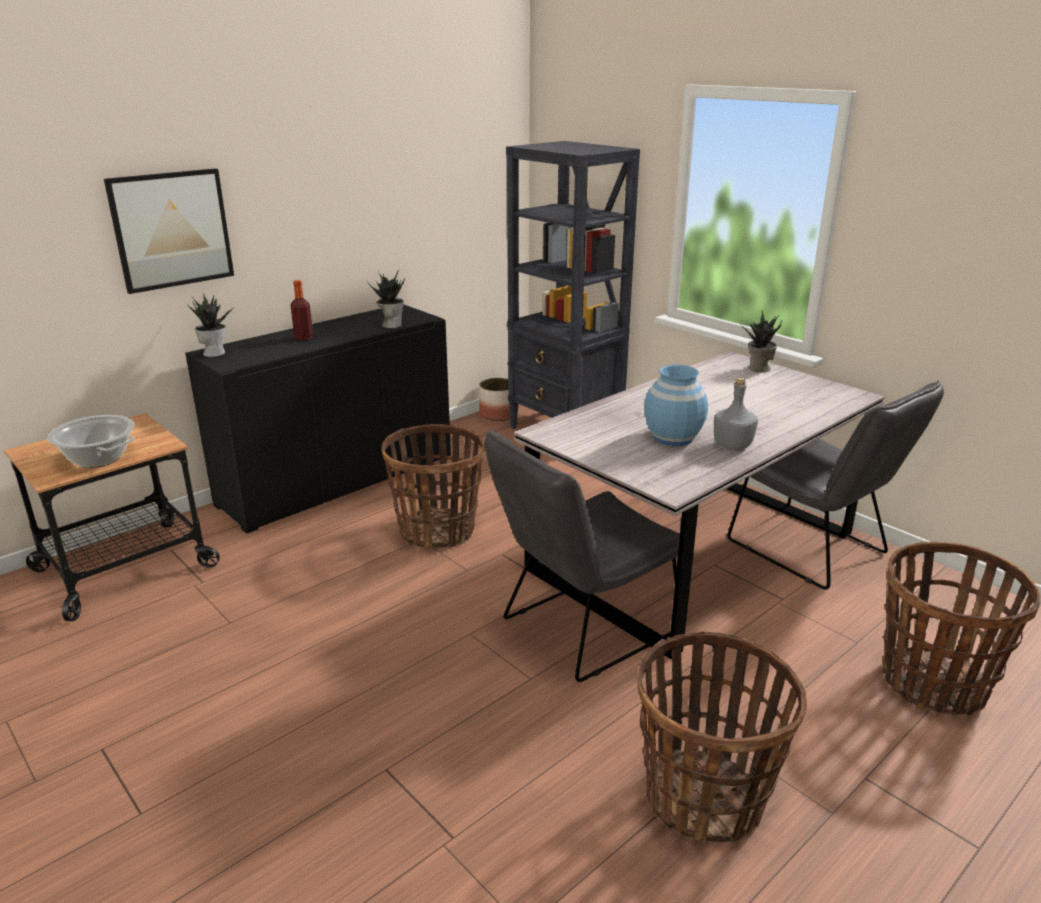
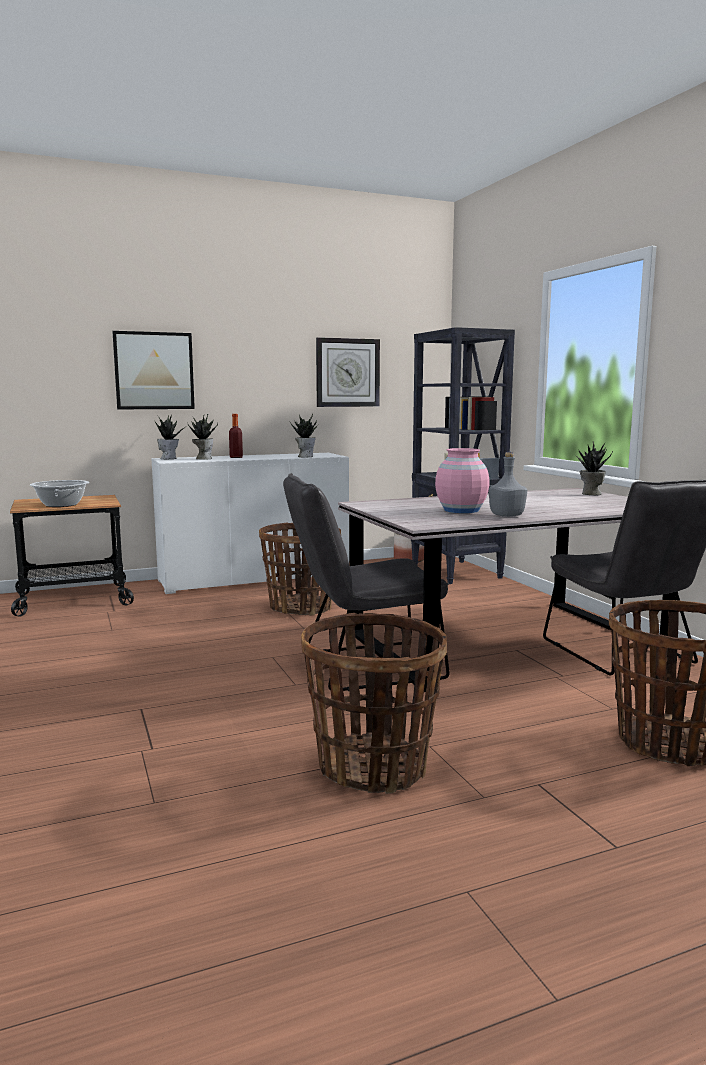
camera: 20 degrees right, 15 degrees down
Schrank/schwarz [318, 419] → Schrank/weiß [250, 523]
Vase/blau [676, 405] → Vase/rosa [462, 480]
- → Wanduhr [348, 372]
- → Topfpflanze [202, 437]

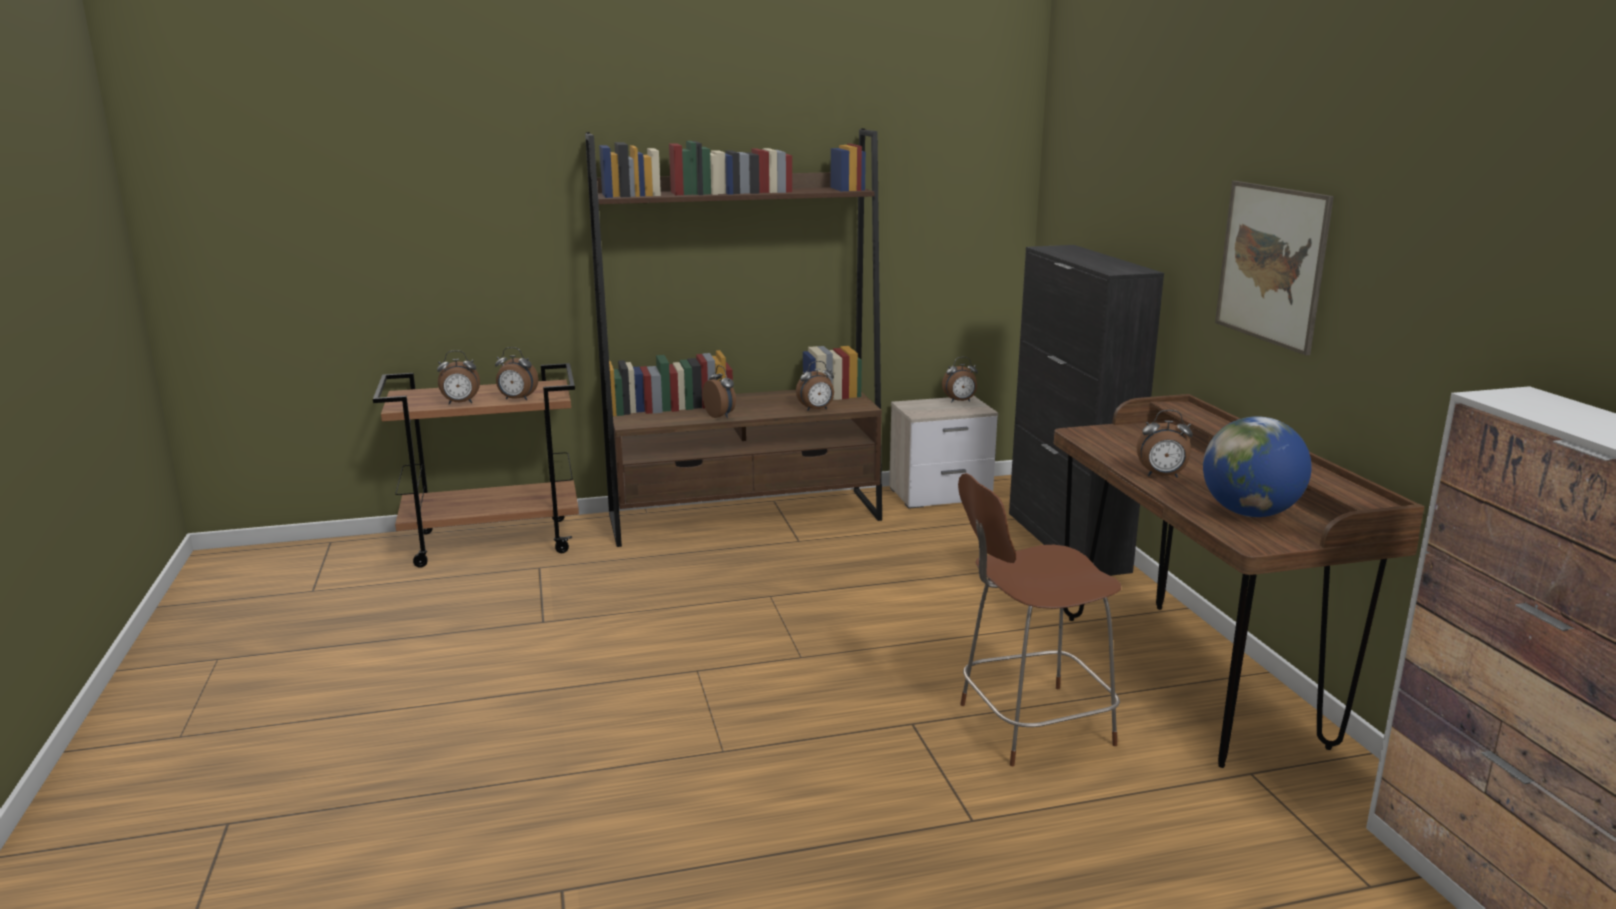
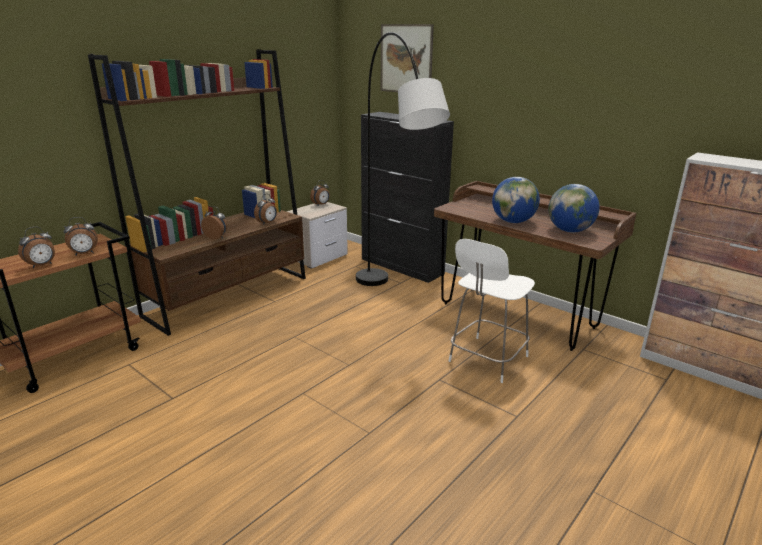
camera: 35 degrees left, 5 degrees up
Bild [1274, 268] → Bild [407, 58], move
Wecker [1165, 444] → Globus [516, 200]
Stuhl/braun [1039, 619] → Stuhl/weiß [491, 311]
- → Stehlampe/grau [403, 159]

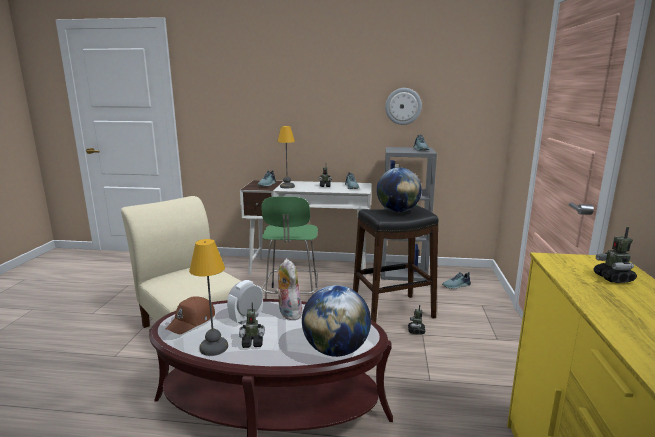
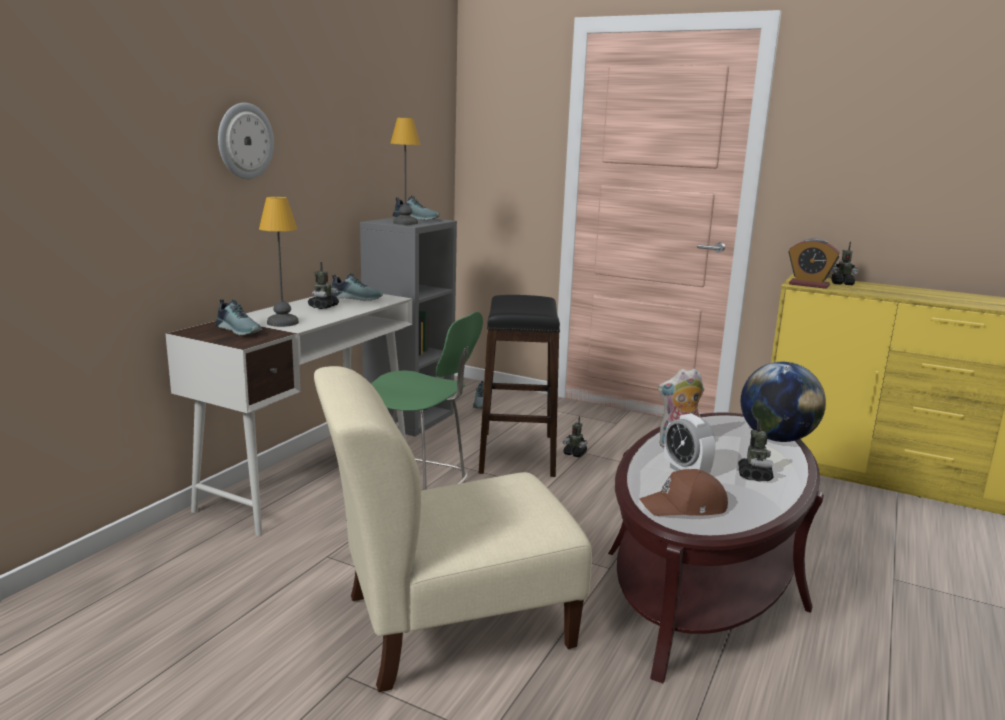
camera: 70 degrees left, 0 degrees up
Wanduhr [403, 106] → Wanduhr [246, 141], move
Globus [399, 190] → -
Tischlampe [208, 297] → Tischlampe [405, 171], move
Kappe/braun [190, 315] → Kappe/braun [683, 492], 120 degrees clockwise
- → Wecker [814, 263]

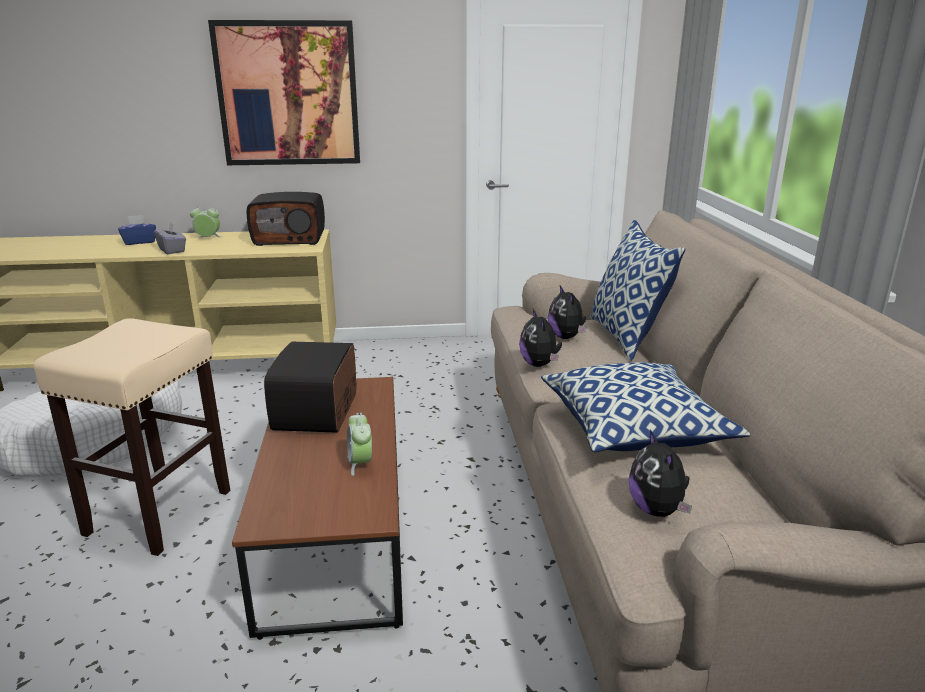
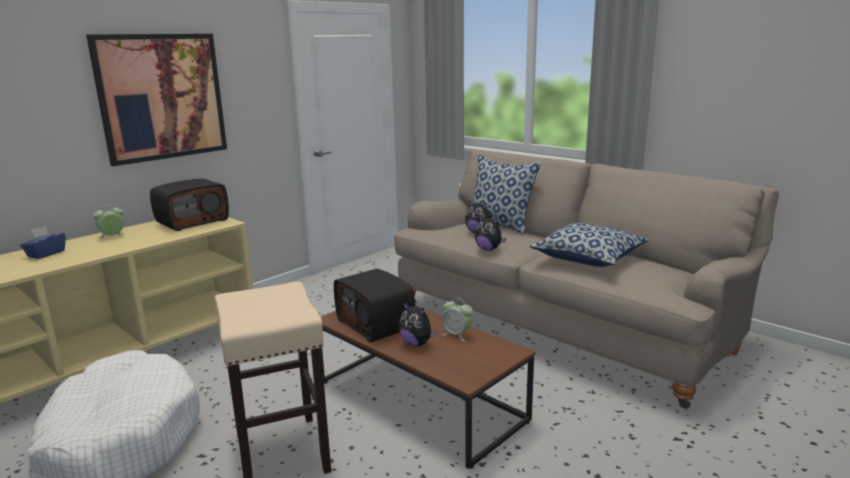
camera: 40 degrees left, 5 degrees down
Taschentuchbox/grau [170, 238] → -
Plüschtier [660, 473] → Plüschtier [418, 323], move

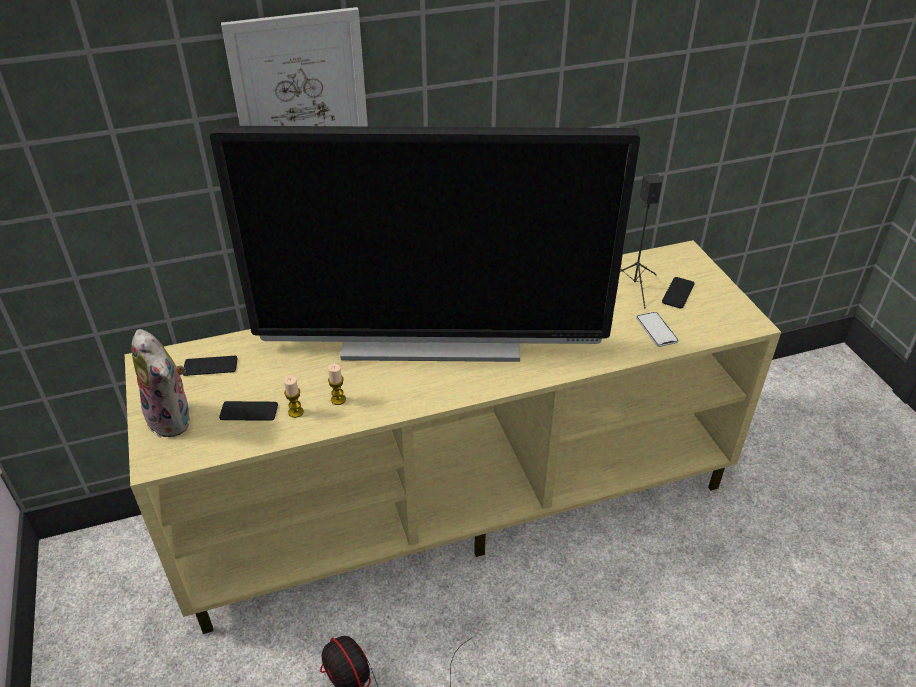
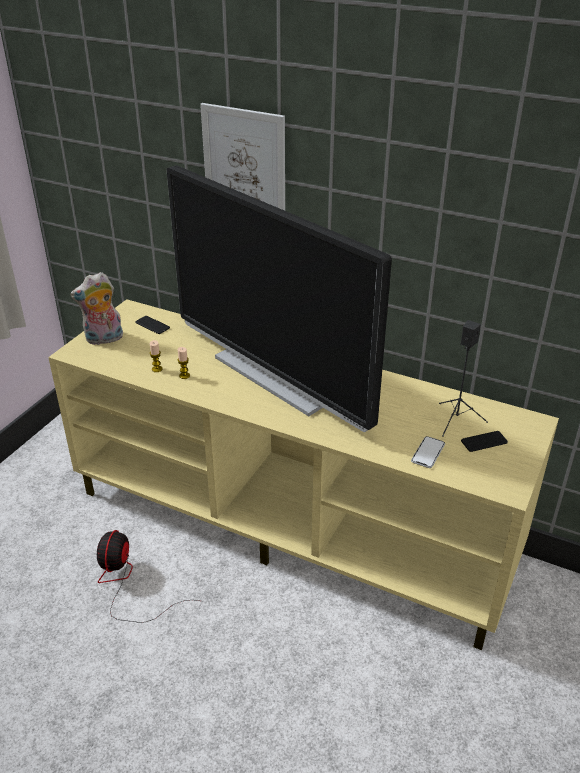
camera: 45 degrees right, 5 degrees down
Plüschtier [161, 383] → Plüschtier [96, 308], 60 degrees clockwise
Handy [248, 411] → -

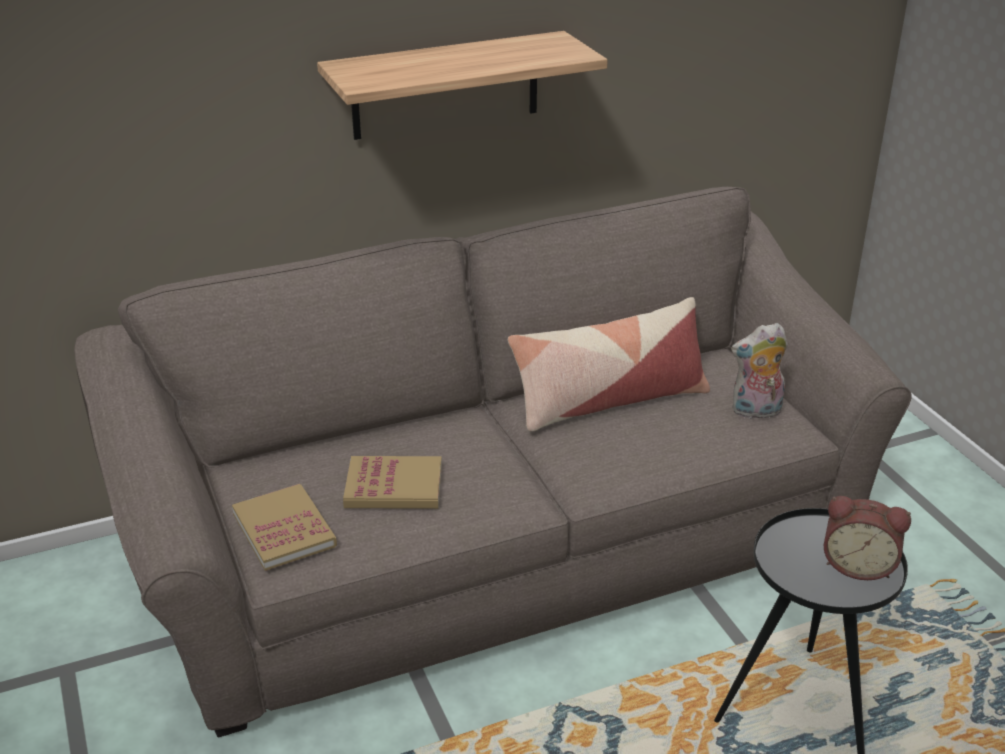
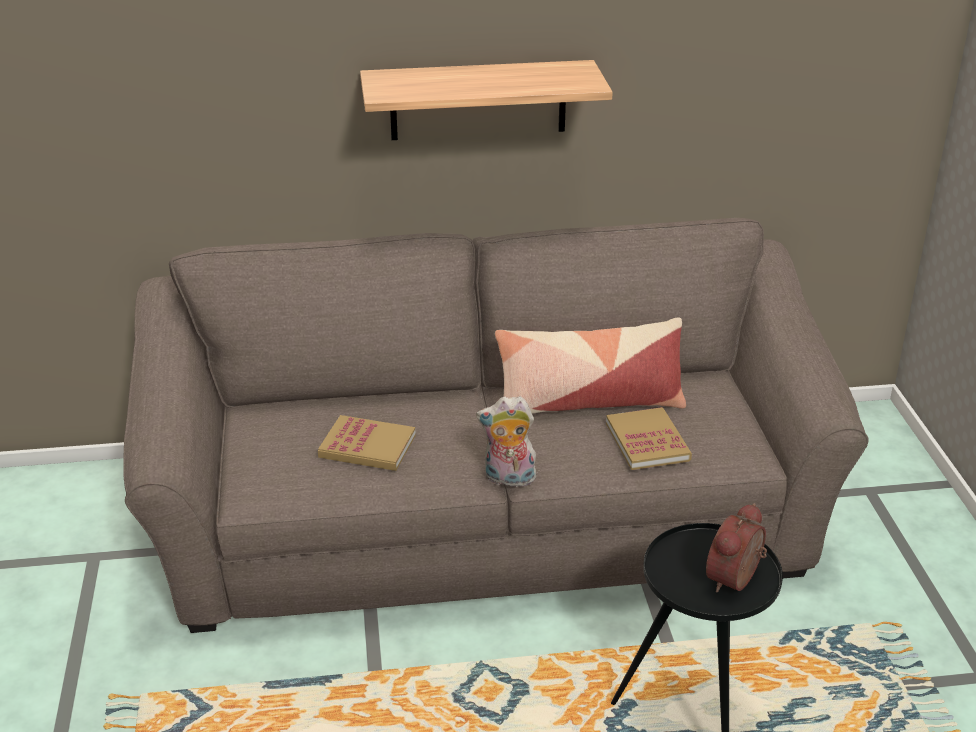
camera: 15 degrees right, 0 degrees up
Plüschtier [759, 372] → Plüschtier [506, 441], move
Buch [284, 527] → Buch [649, 438], move
Wecker [867, 538] → Wecker [736, 548], 90 degrees clockwise

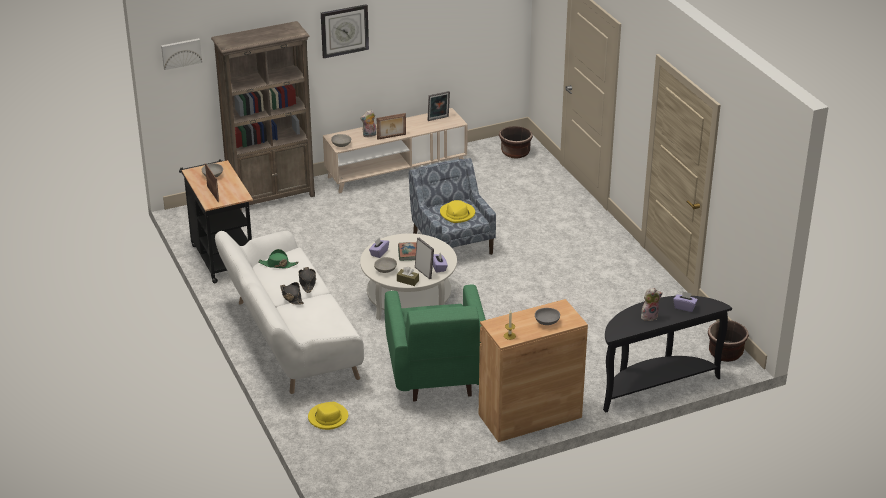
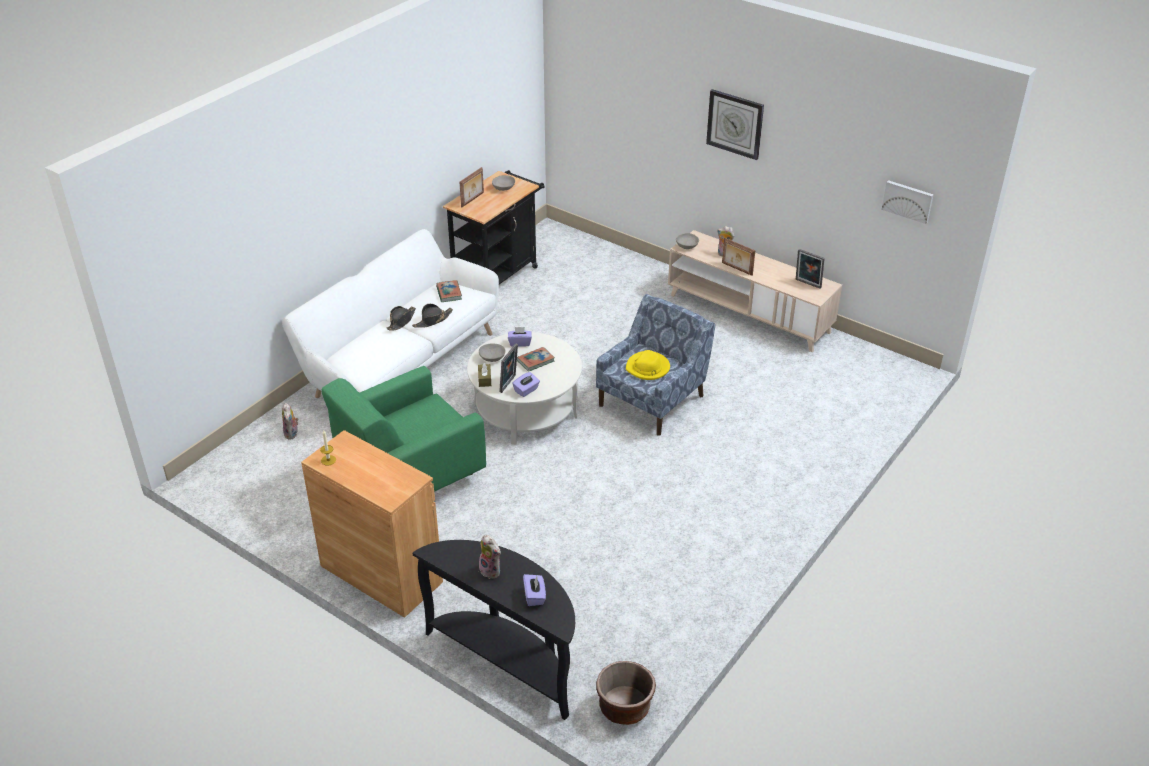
camera: 60 degrees right, 5 degrees up
Bücherregal/braun [263, 116] → -
Bild [181, 54] → Bild [908, 202], move
Pflanzkübel/braun [516, 142] → -
Hut/grün [278, 258] → Buch [449, 291]
Schüssel/grau [547, 316] → -
Hut/gelb [328, 416] → Plüschtier [290, 421]

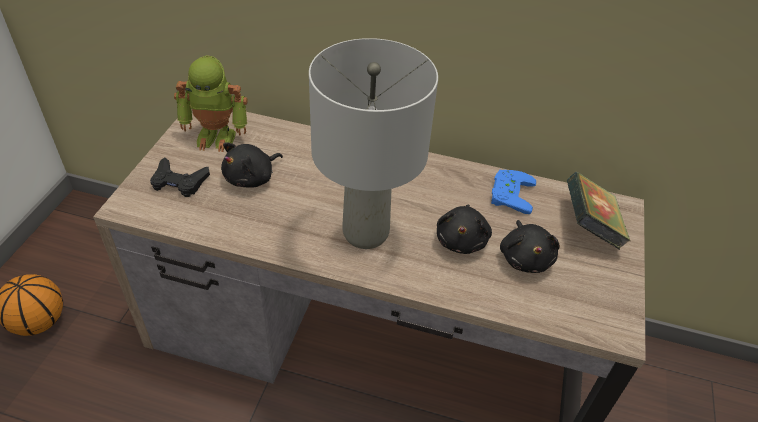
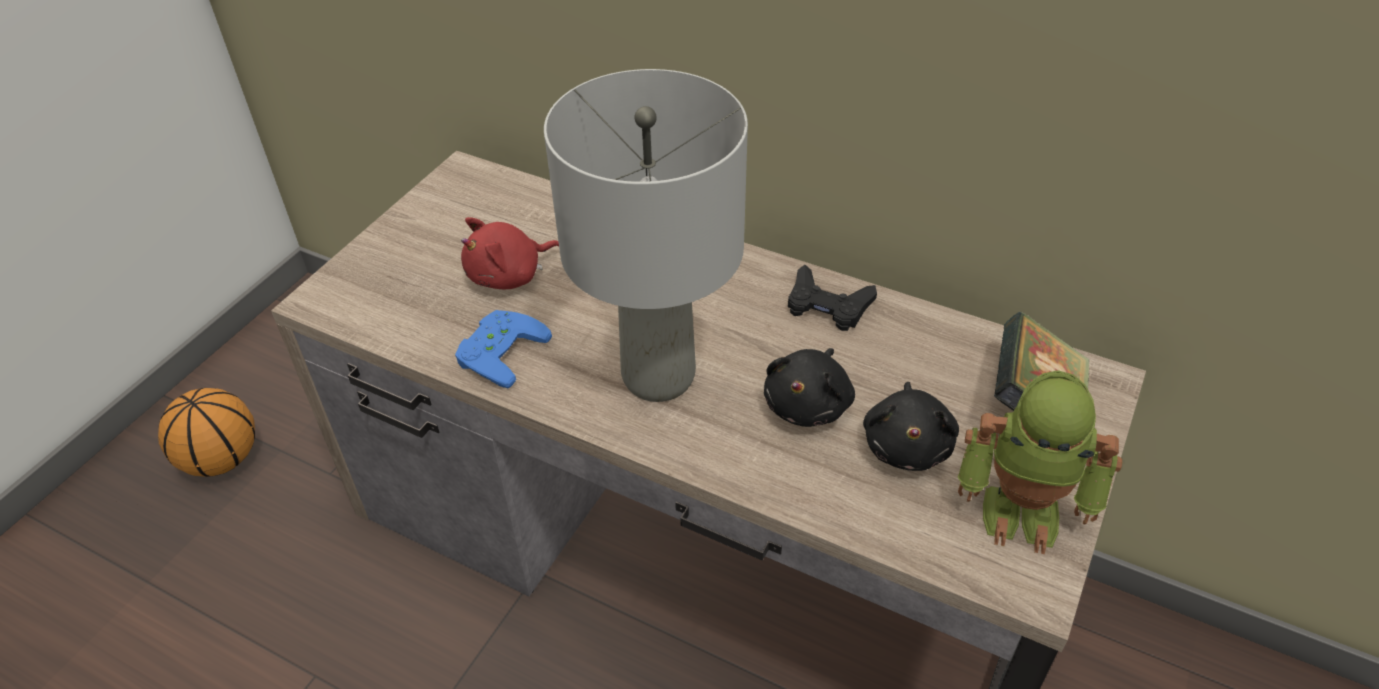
camera: 15 degrees right, 0 degrees up
Spielzeugroboter [211, 103] → Spielzeugroboter [1040, 462], move
Plüschtier/schwarz [252, 165] → Plüschtier/rot [510, 253]
Gamepad/schwarz [180, 177] → Gamepad/schwarz [832, 298], move
Gamepad/blau [513, 192] → Gamepad/blau [503, 349], move

